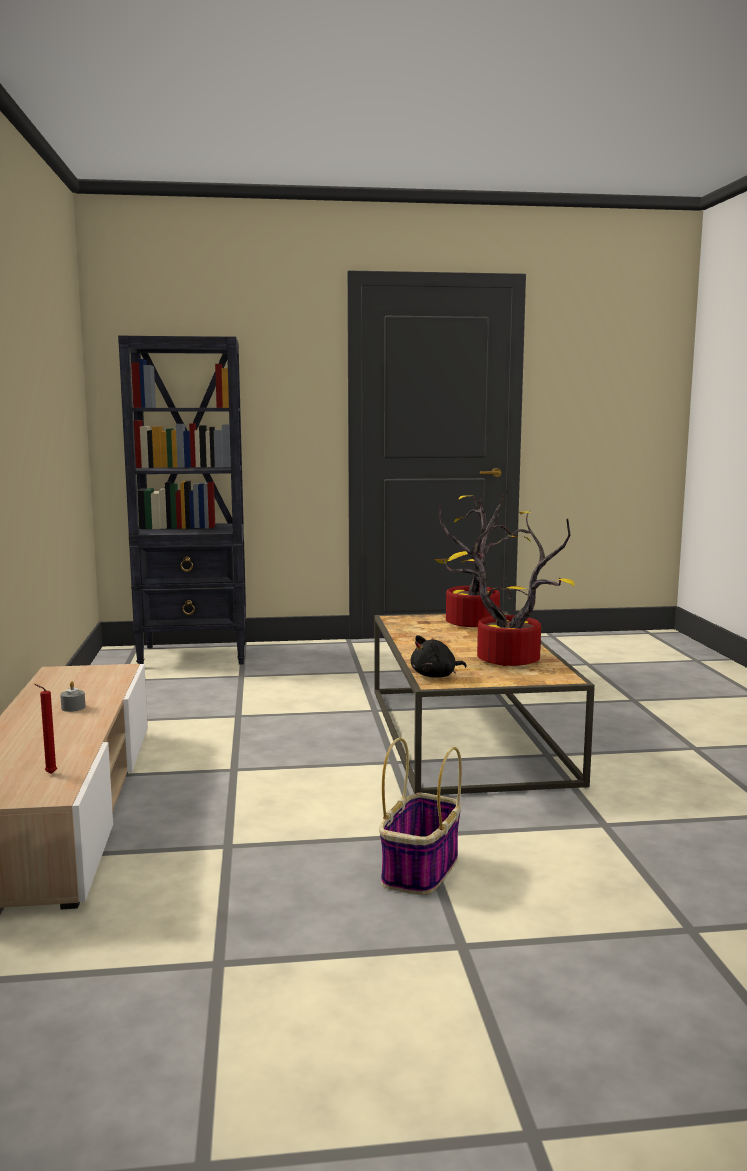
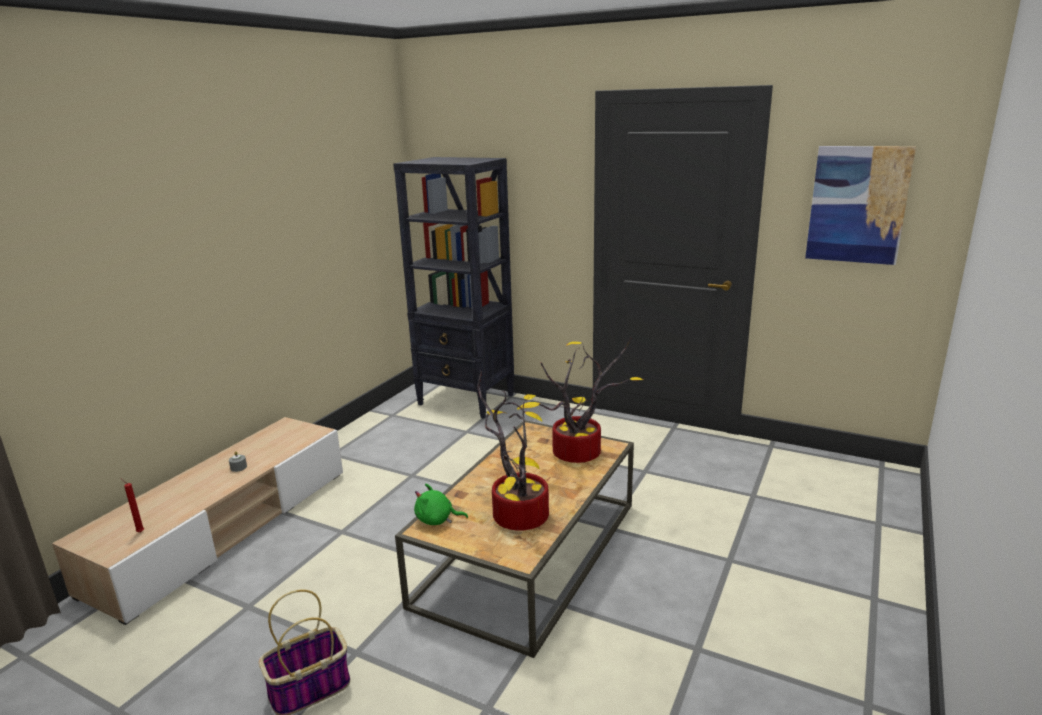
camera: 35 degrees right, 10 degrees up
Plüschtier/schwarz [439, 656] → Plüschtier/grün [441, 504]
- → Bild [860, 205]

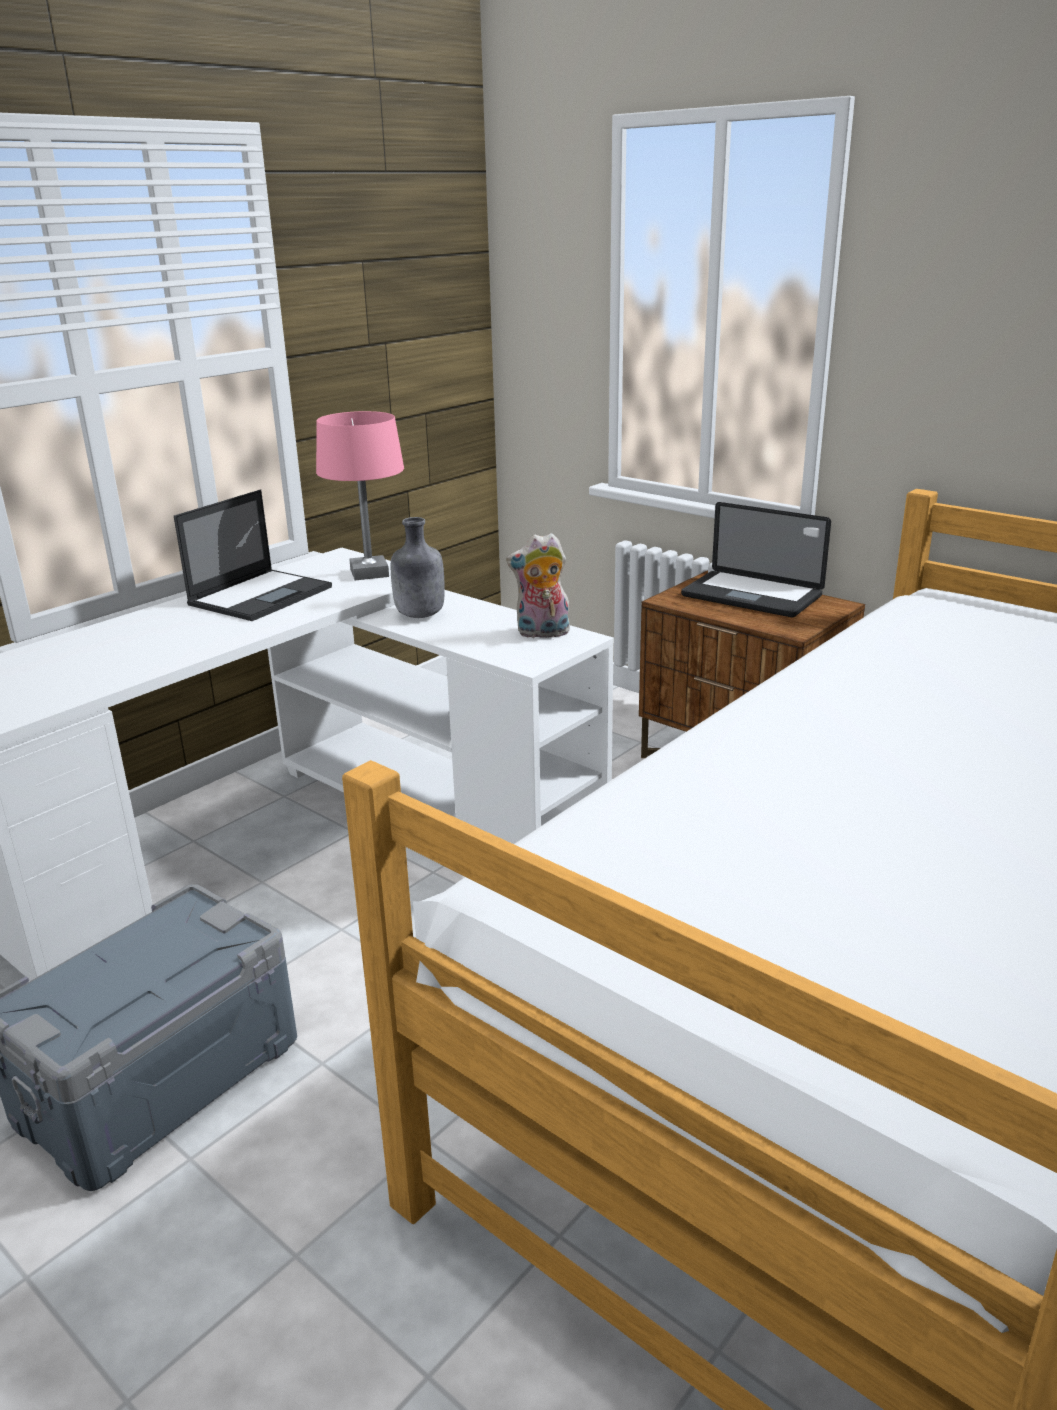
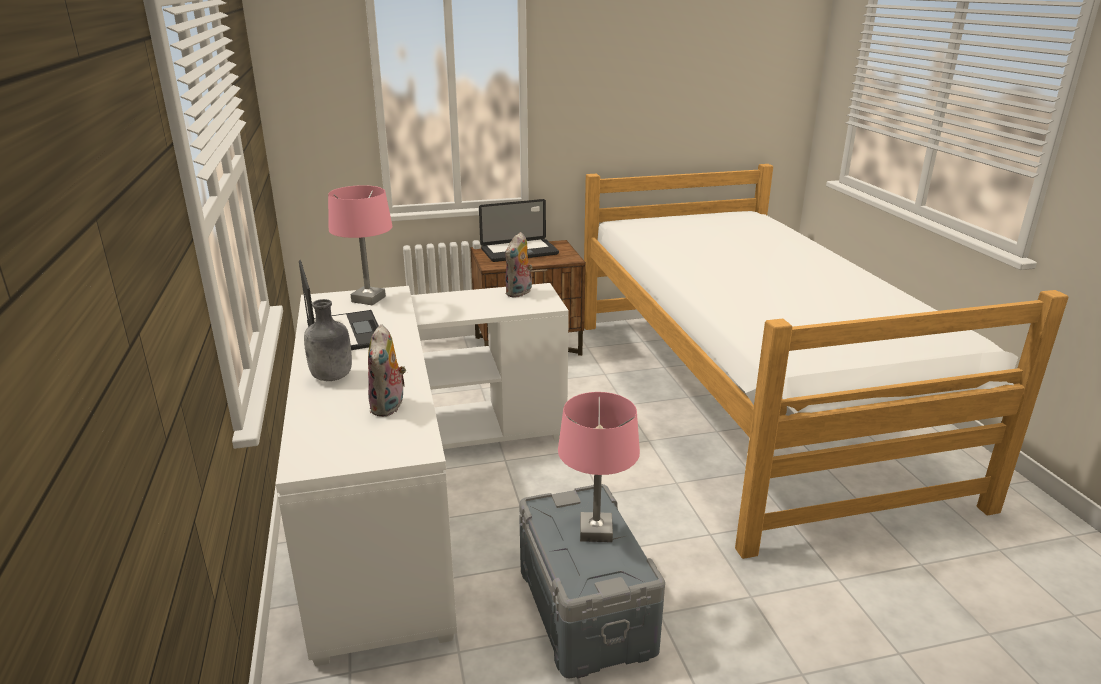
camera: 55 degrees left, 0 degrees up
Flasche/grau [418, 567] → Flasche/grau [328, 340], move
- → Plüschtier [387, 370]
- → Tischlampe/rosa [599, 467]

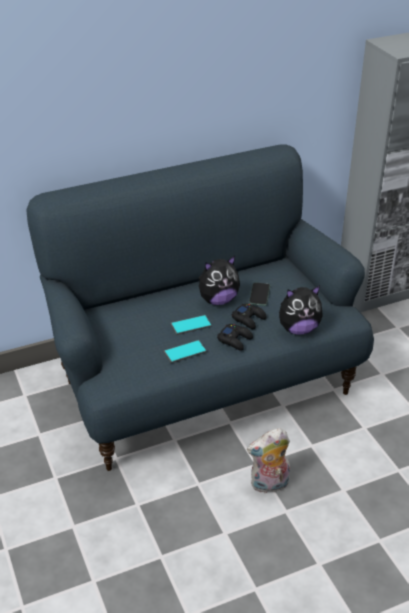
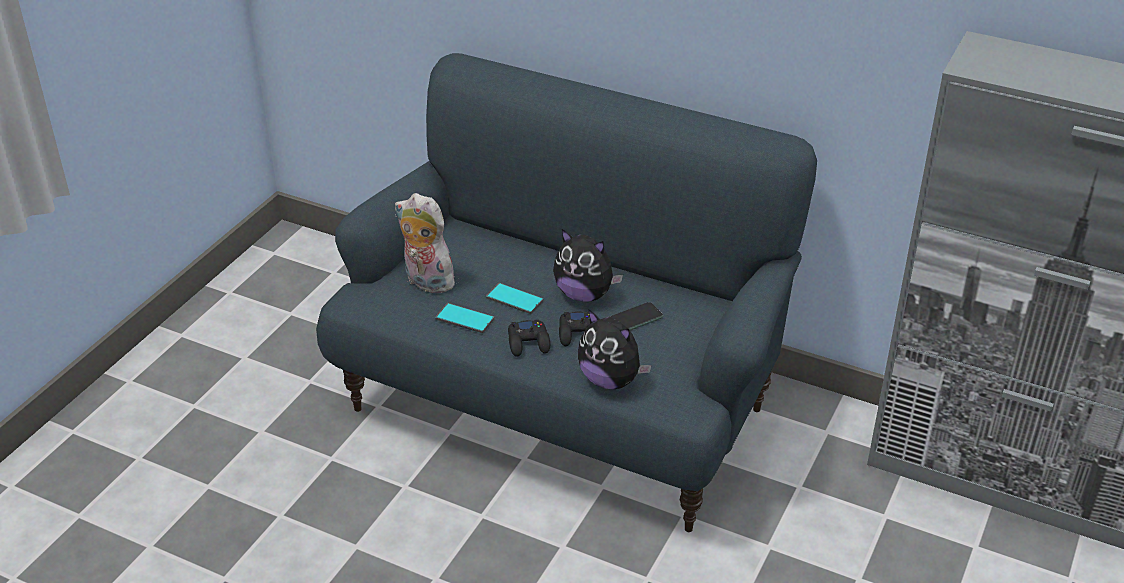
camera: 50 degrees right, 0 degrees up
Plüschtier [268, 461] → Plüschtier [428, 243], move

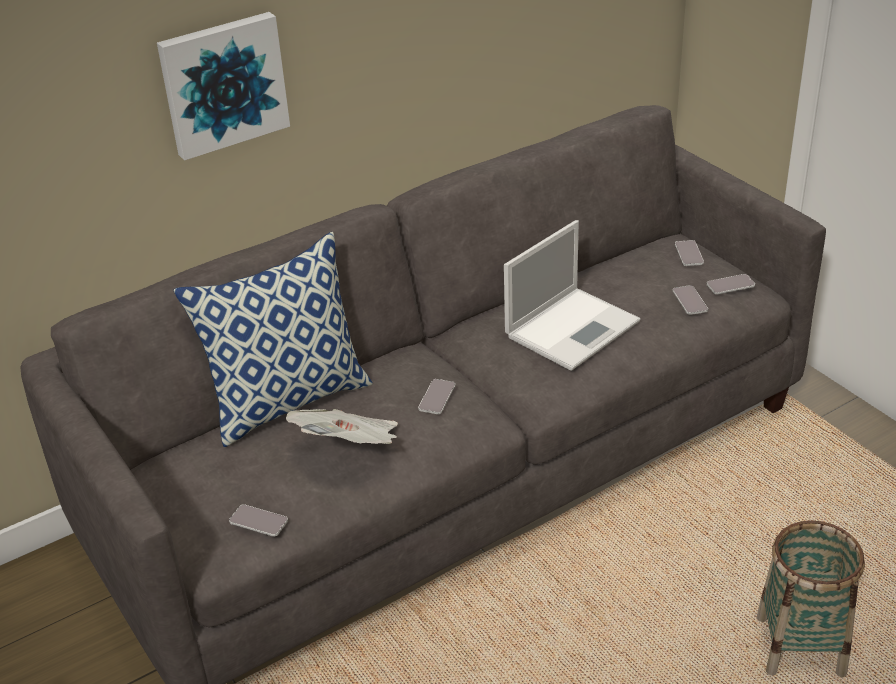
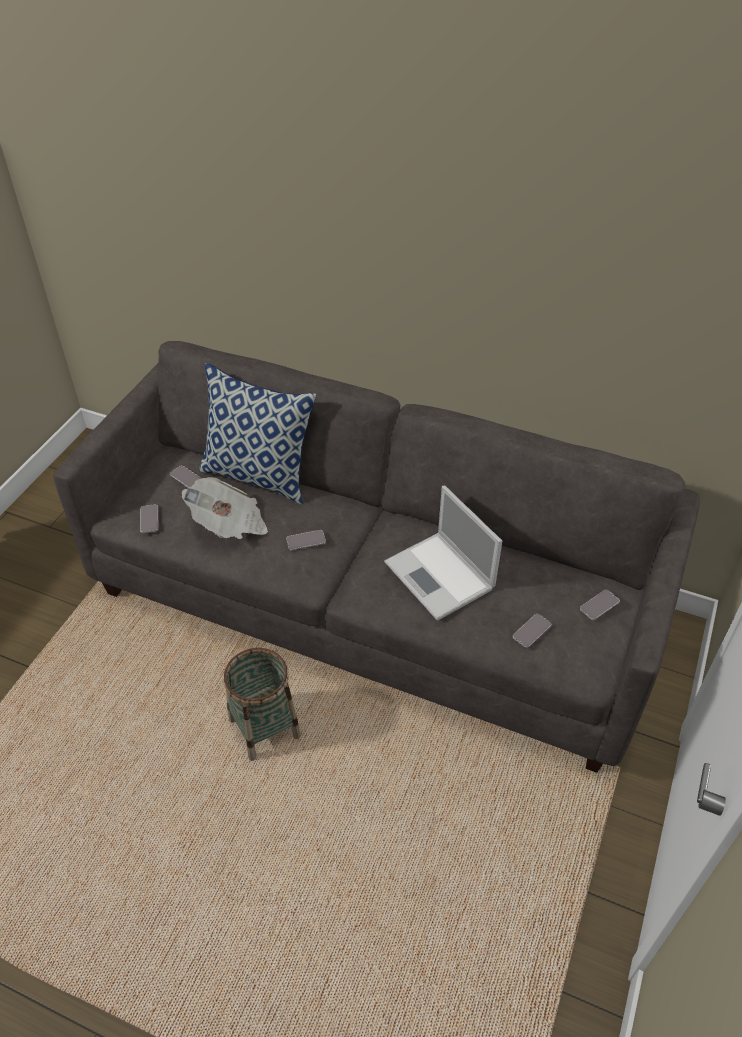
camera: 55 degrees right, 10 degrees up
Bild [223, 86] → -
Laptop [572, 295] → Laptop [443, 553], 45 degrees clockwise
Handy [730, 284] → Handy [185, 476], move
Korb [810, 599] → Korb [262, 704], move

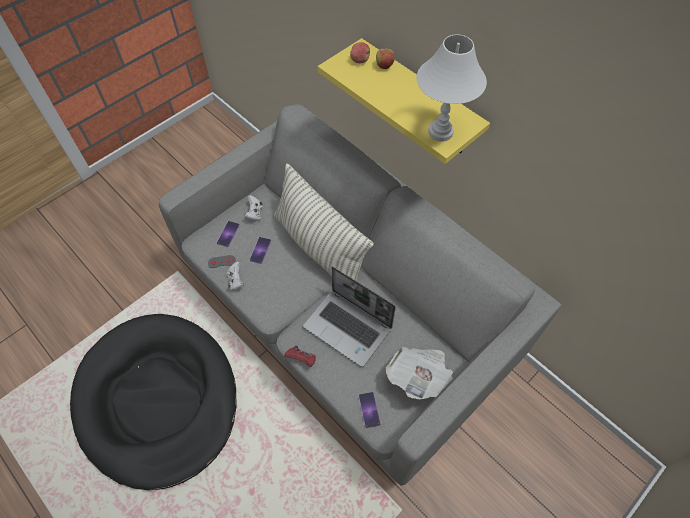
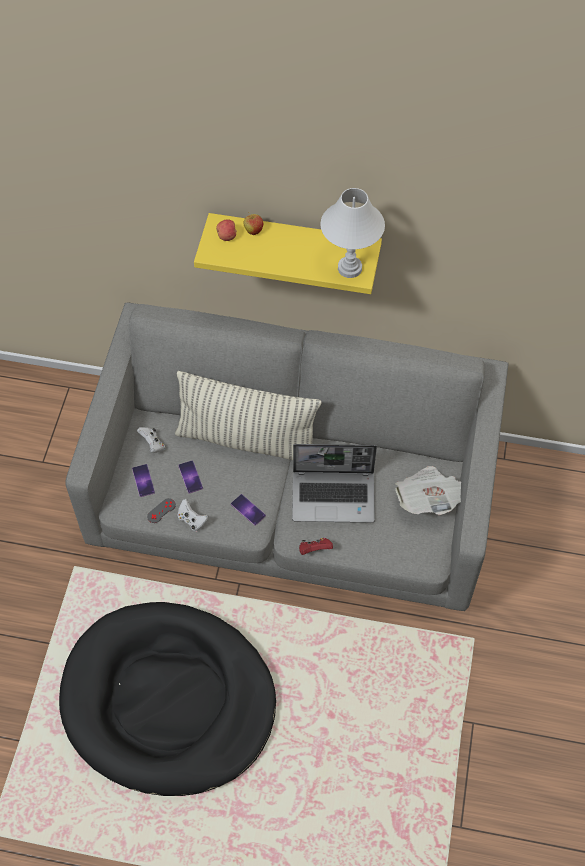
camera: 35 degrees left, 0 degrees up
Handy [370, 410] → Handy [248, 510], move

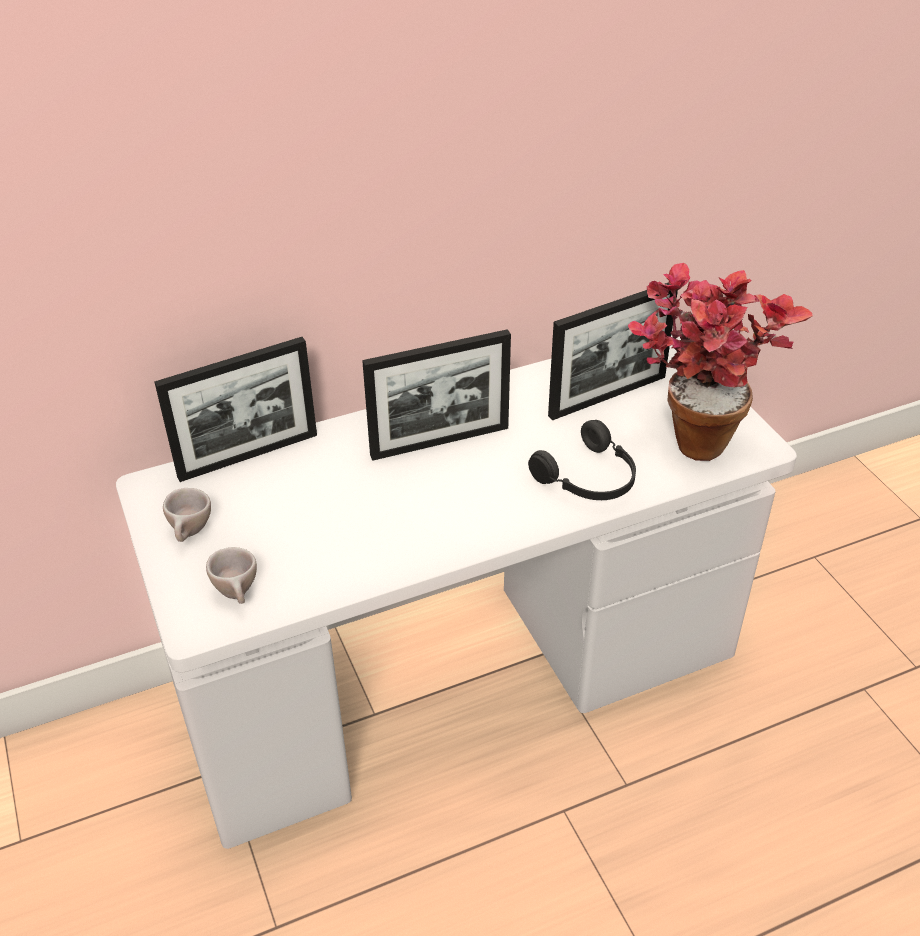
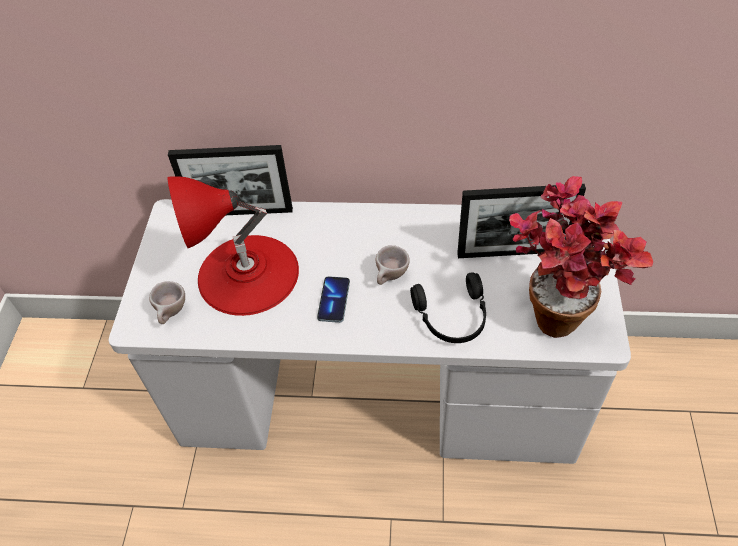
camera: 30 degrees right, 10 degrees up
Bilderrahmen [436, 395] → -
Tasse/beige [187, 515] → Tasse/beige [392, 265], move
- → Tischlampe/rot [233, 246]
- → Handy [333, 299]

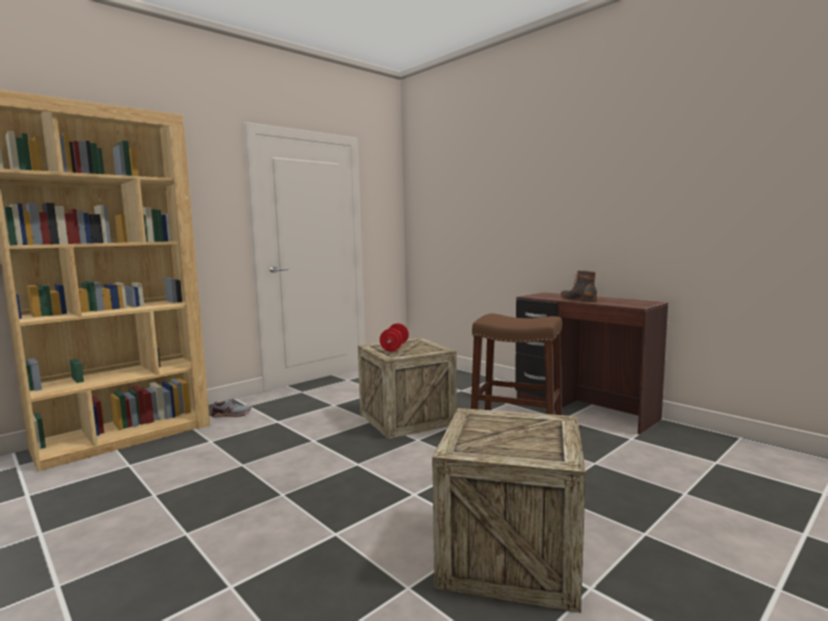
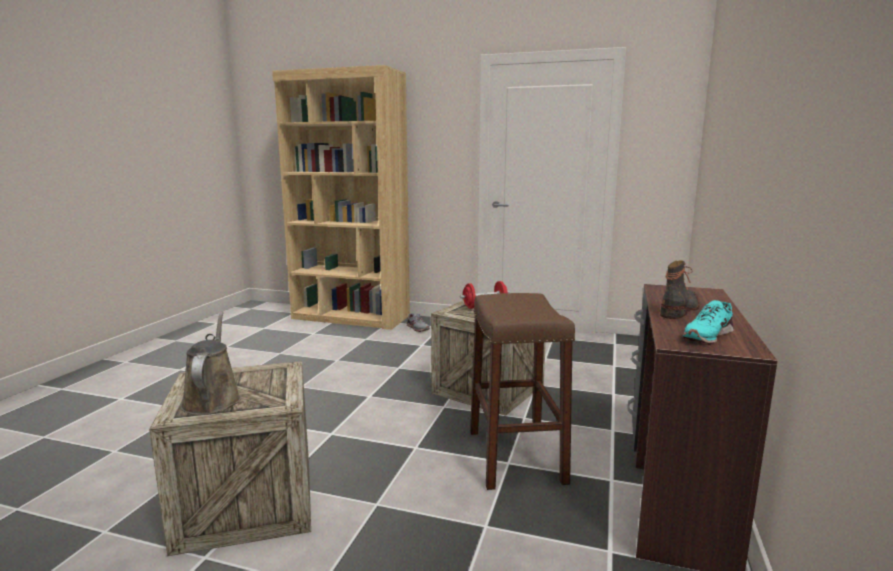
camera: 60 degrees right, 5 degrees up
- → Schuh/türkis [708, 322]
- → Gießkanne/braun [211, 363]

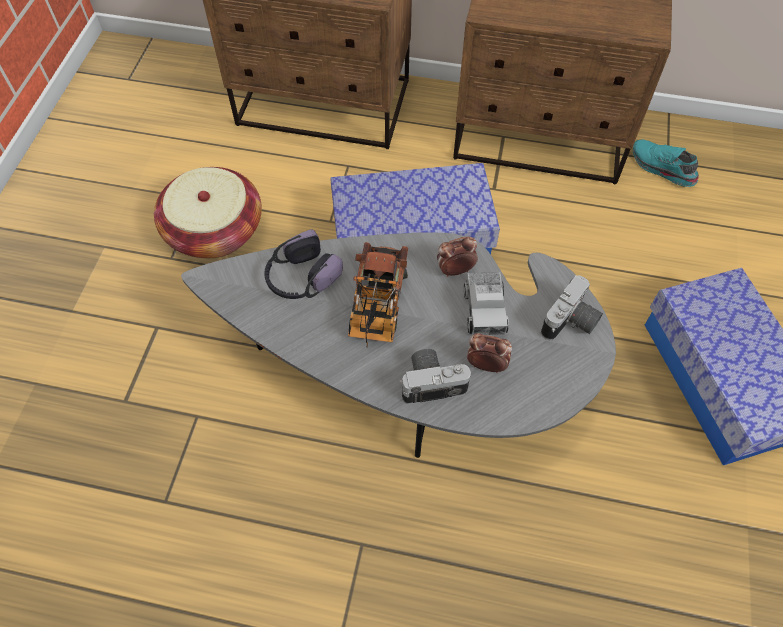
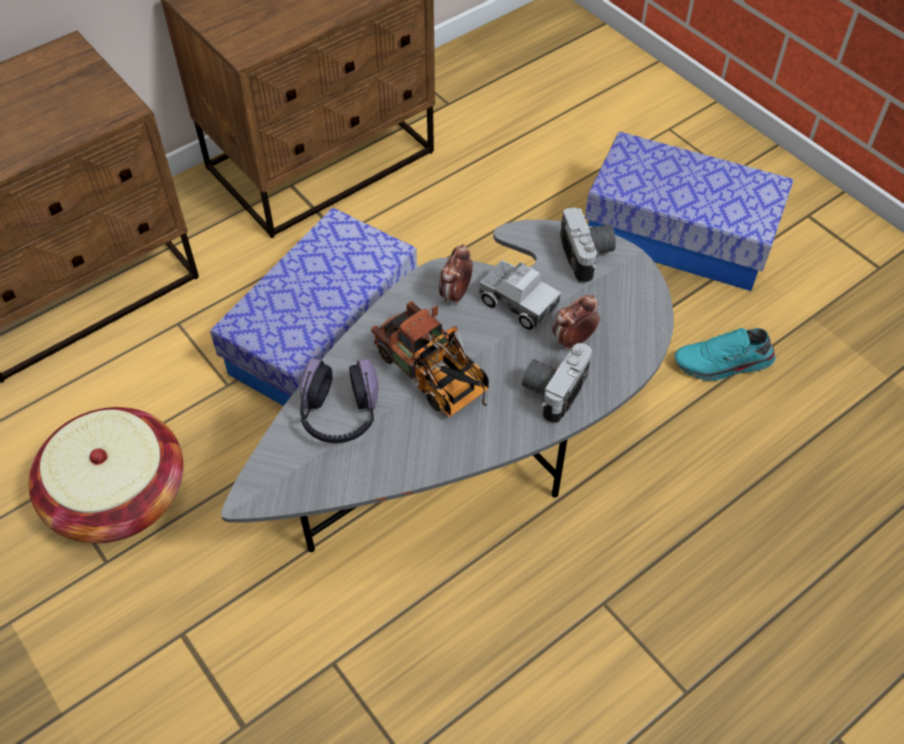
camera: 50 degrees left, 5 degrees down
Schuh/türkis [666, 163] → Schuh/türkis [725, 354], move

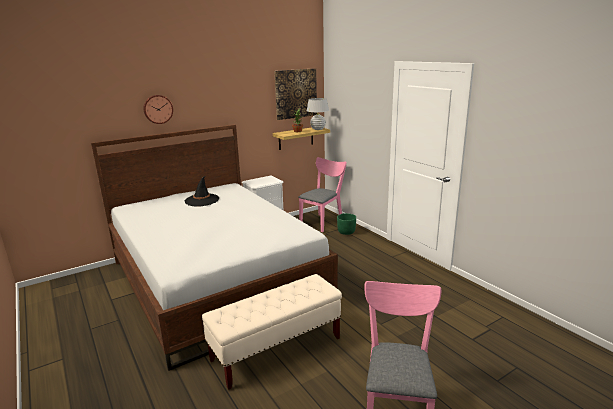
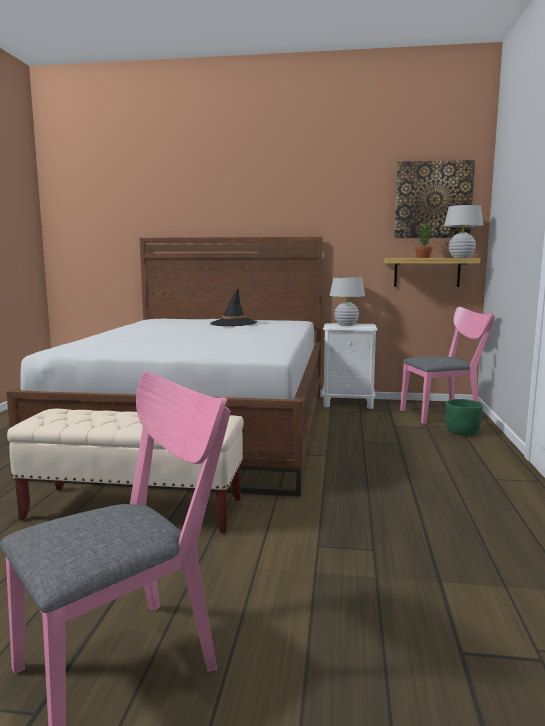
camera: 40 degrees right, 10 degrees down
Wanduhr [158, 109] → -
- → Tischlampe/weiß [347, 301]

